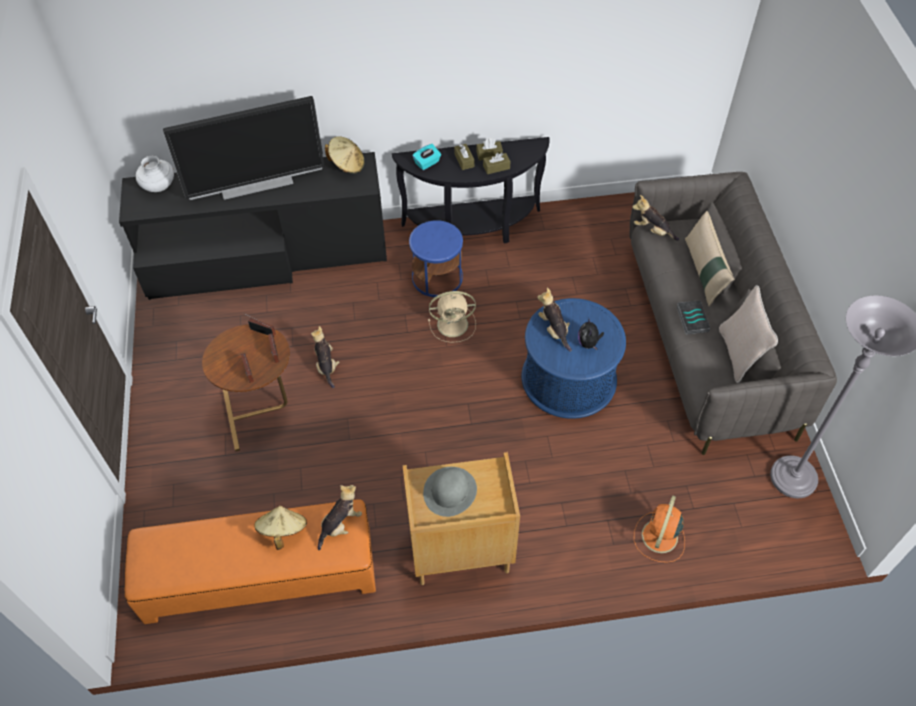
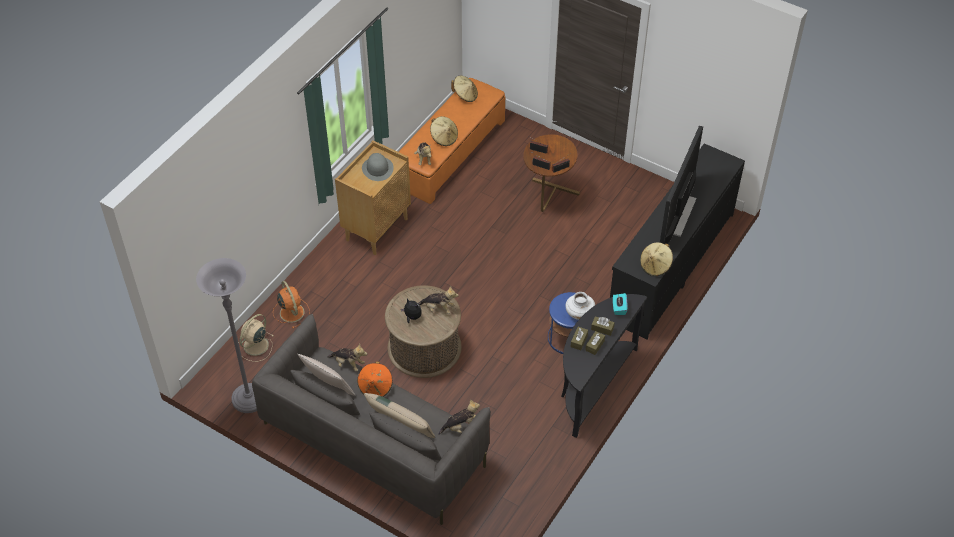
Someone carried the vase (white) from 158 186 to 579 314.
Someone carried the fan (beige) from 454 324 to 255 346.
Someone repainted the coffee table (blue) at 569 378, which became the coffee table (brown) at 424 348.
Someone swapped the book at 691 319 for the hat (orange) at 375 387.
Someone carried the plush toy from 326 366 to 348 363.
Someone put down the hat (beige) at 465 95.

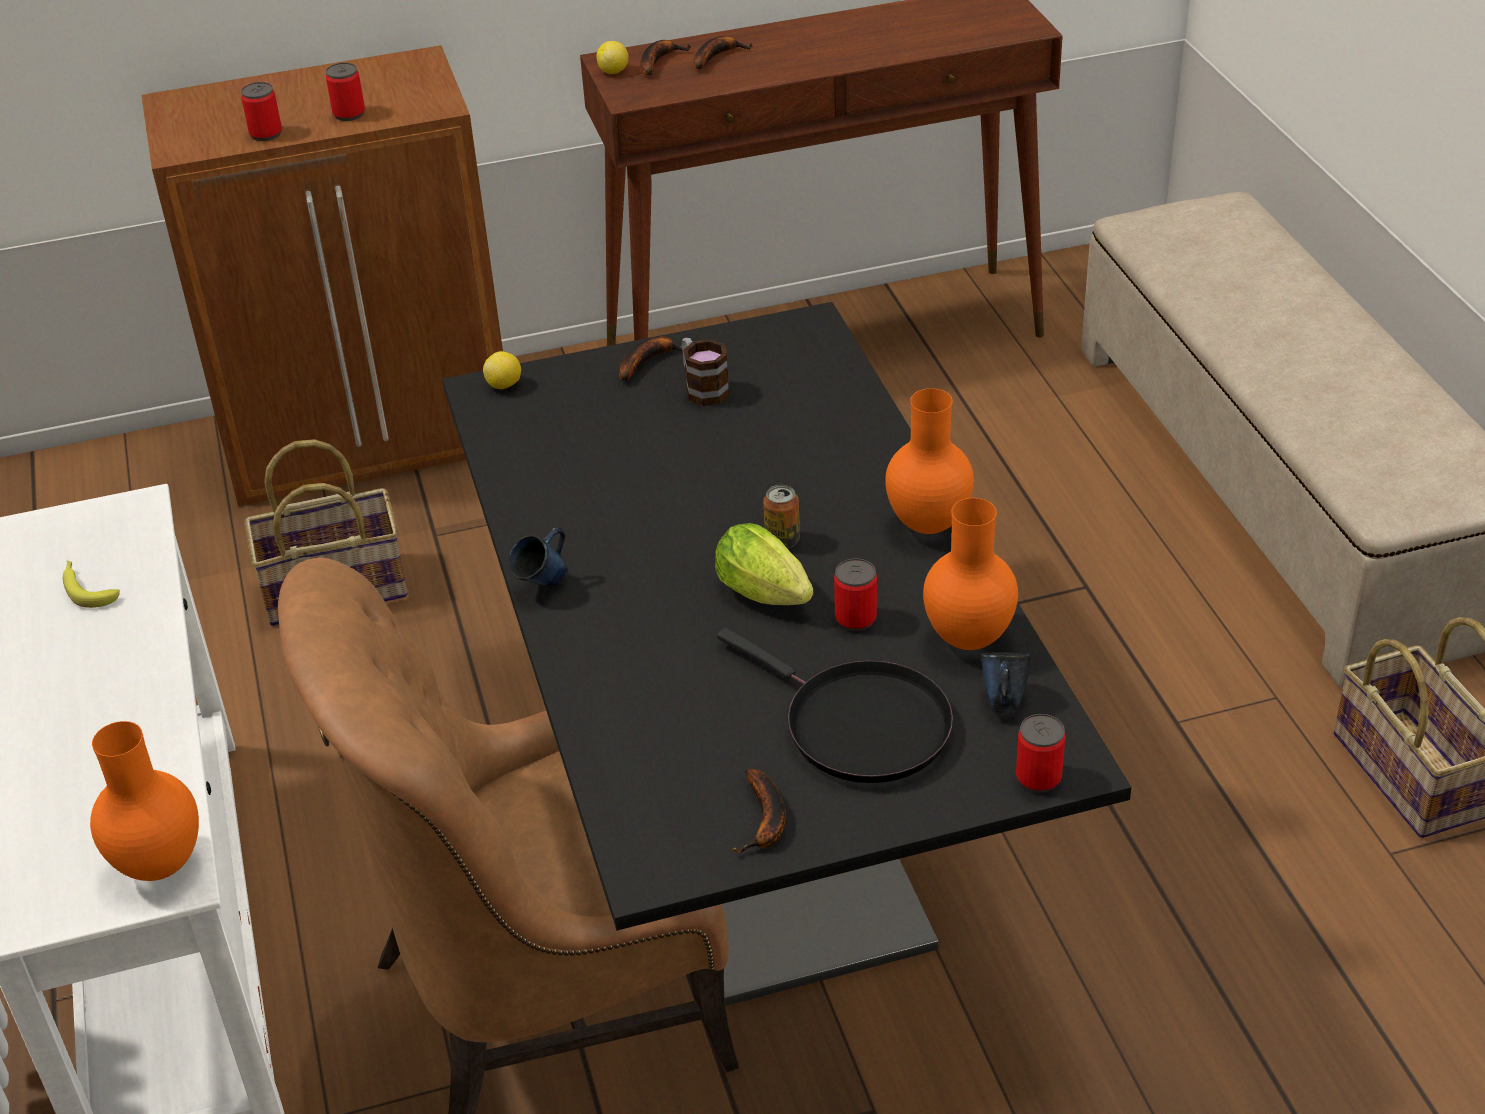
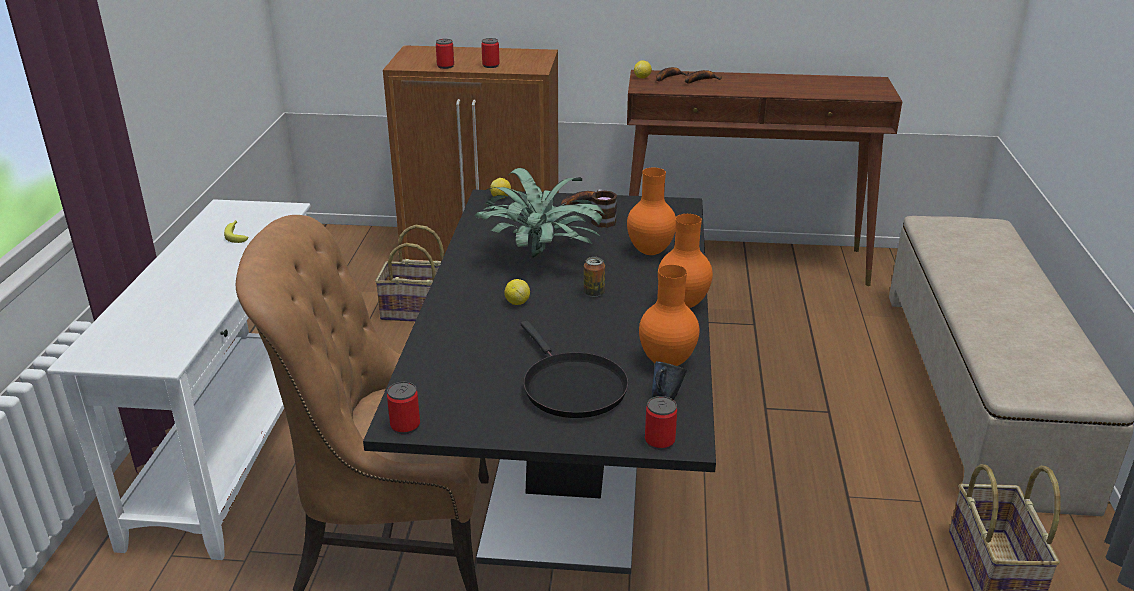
Someone took away the lettuce at 768 596.
Someone took away the mug (blue) at 543 586.
Someone carried the can from 855 618 to 405 426.
Someone carried the vase (orange) from 160 863 to 650 251.
Someone took away the banana at 765 821.
Someone put down the potted plant at 541 256.
Someone put down the lemon at 517 302.

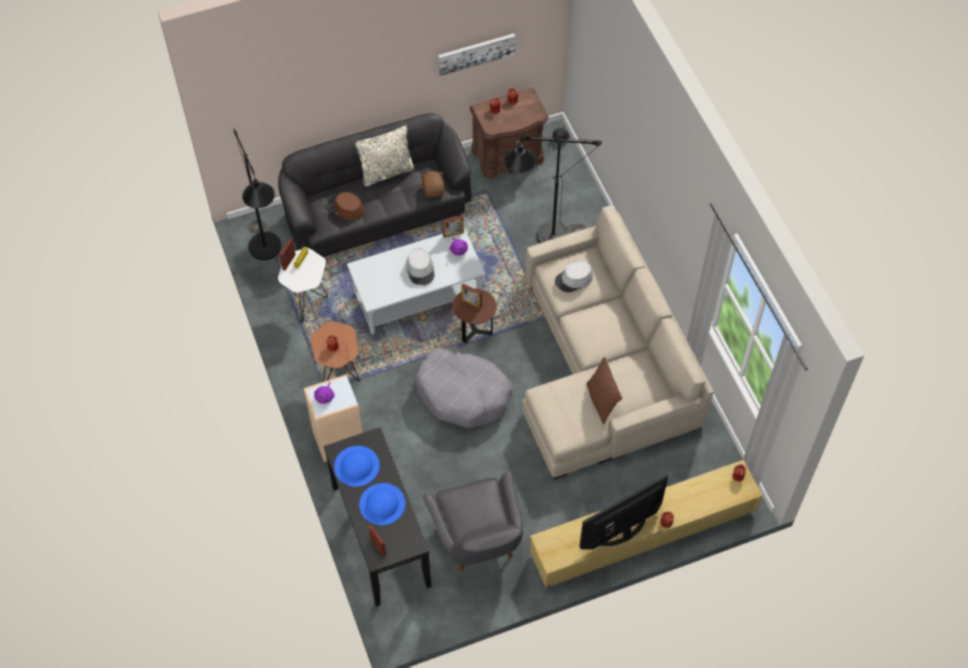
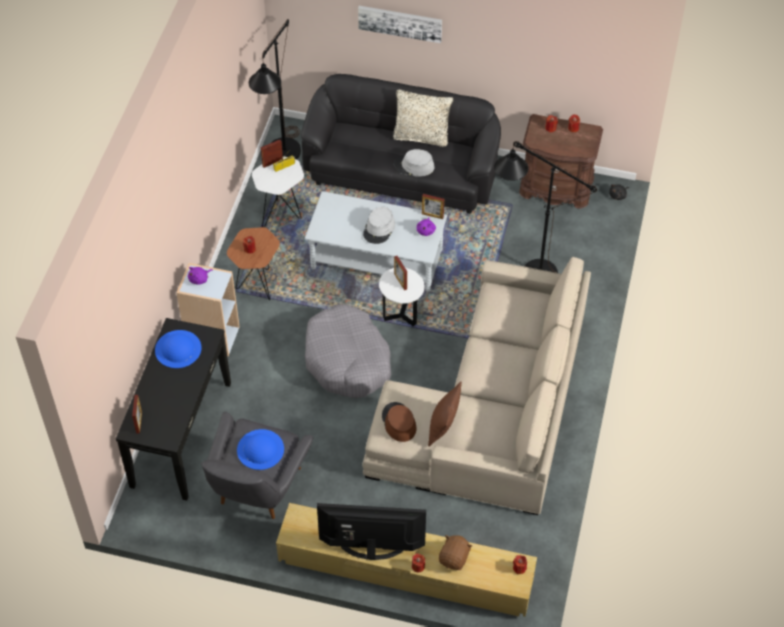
Someone carried the picture from 476 53 to 400 23.
Someone carried the plush toy (brown) from 433 190 to 454 558.
Someone carried the hat (brown) from 346 207 to 398 422.
Someone carried the hat (grey) from 574 279 to 414 166.
Someone repainted the side table (brown) at 475 331, which became the side table (white) at 401 315.
Someone carried the hat (blue) from 382 504 to 260 449.

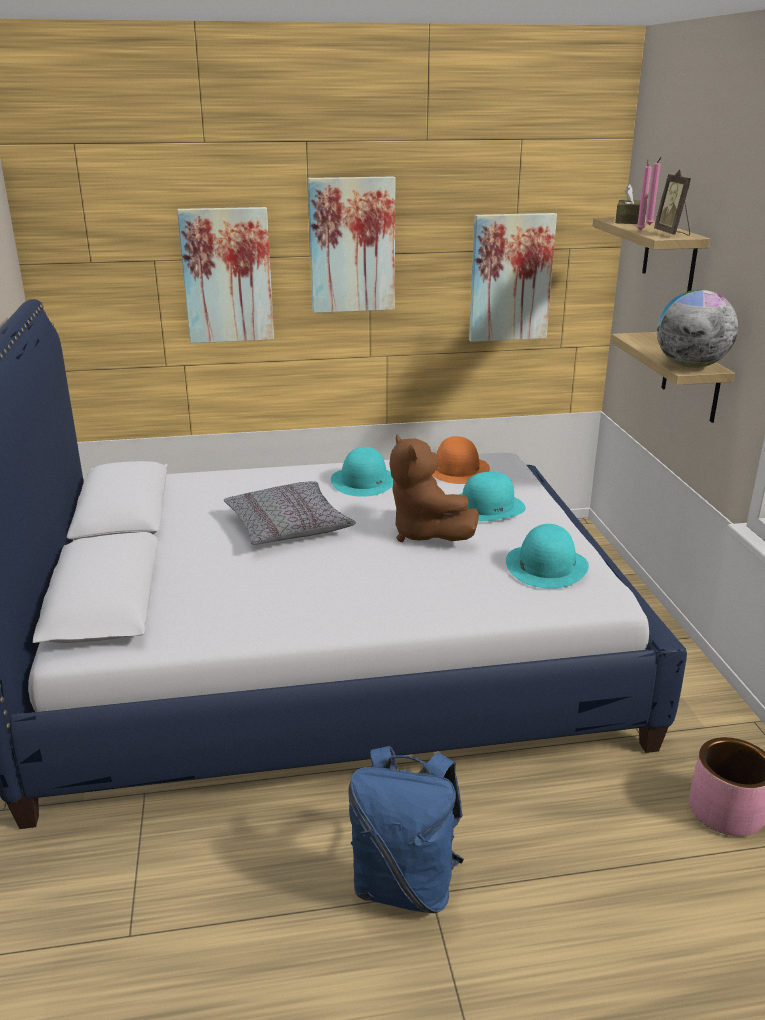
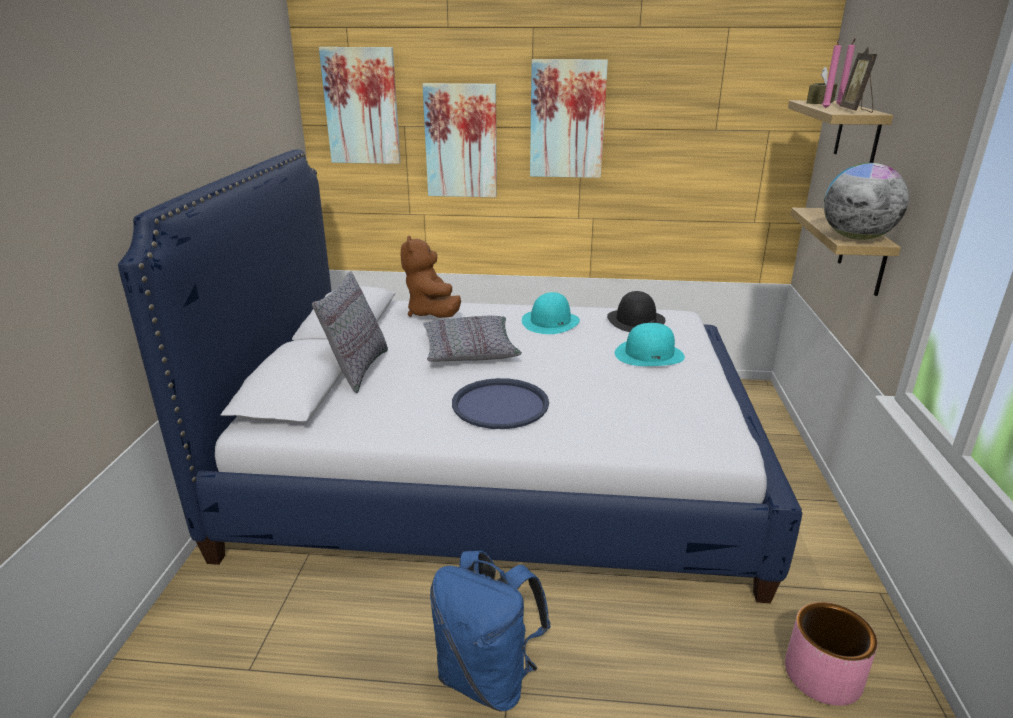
Someone carried the picture from 510 278 to 362 106.
Someone carried the plush toy (brown) from 425 534 to 432 313.
Someone repainted the hat (orange) at 457 469, which became the hat (black) at 636 320.
Someone took away the hat (turquoise) at 546 565.
Someone put down the pillow (grey) at 359 370.
Someone put down the tray (blue) at 500 404.

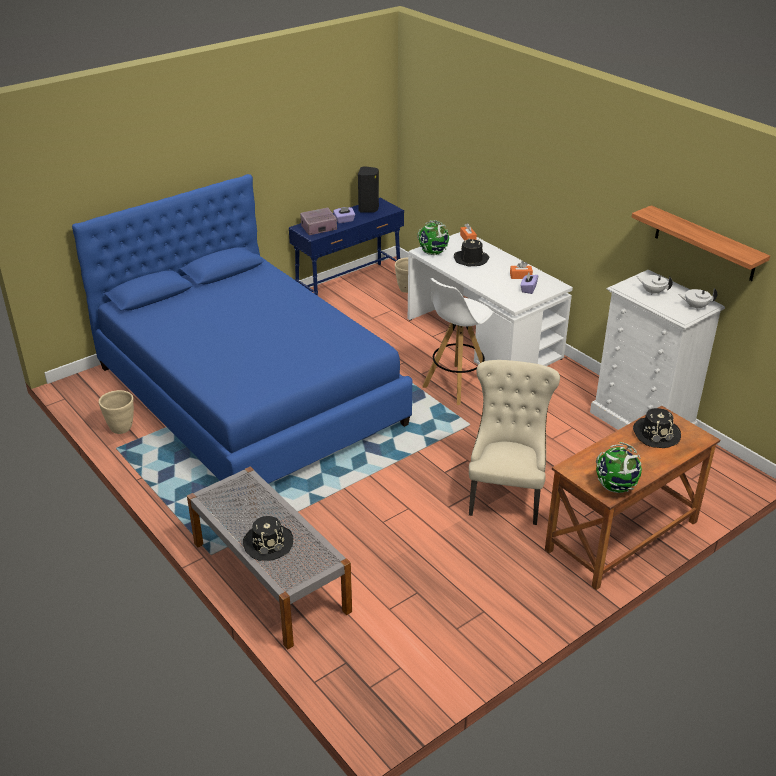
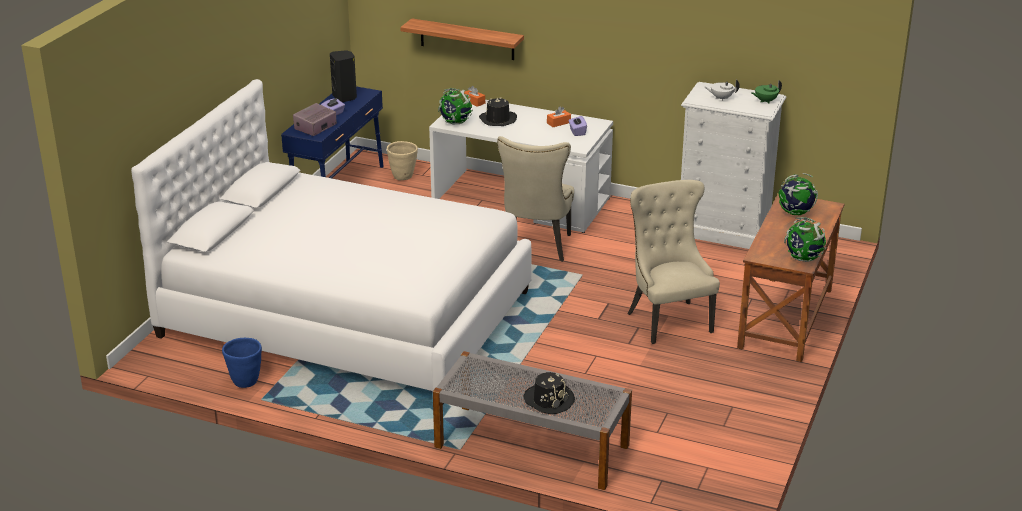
Someone repainted the bed (blue) at 249 395, which became the bed (white) at 346 313.
Someone carried the shelf from 705 243 to 467 39.
Someone swapped the stool (white) at 456 384 for the chair (beige) at 536 246.
Someone repainted the teapot (white) at 695 306, which became the teapot (green) at 765 101.
Someone repainted the planter (beige) at 121 428, which became the planter (blue) at 245 381.
Someone swapped the hat (black) at 656 434 for the globe at 795 213.

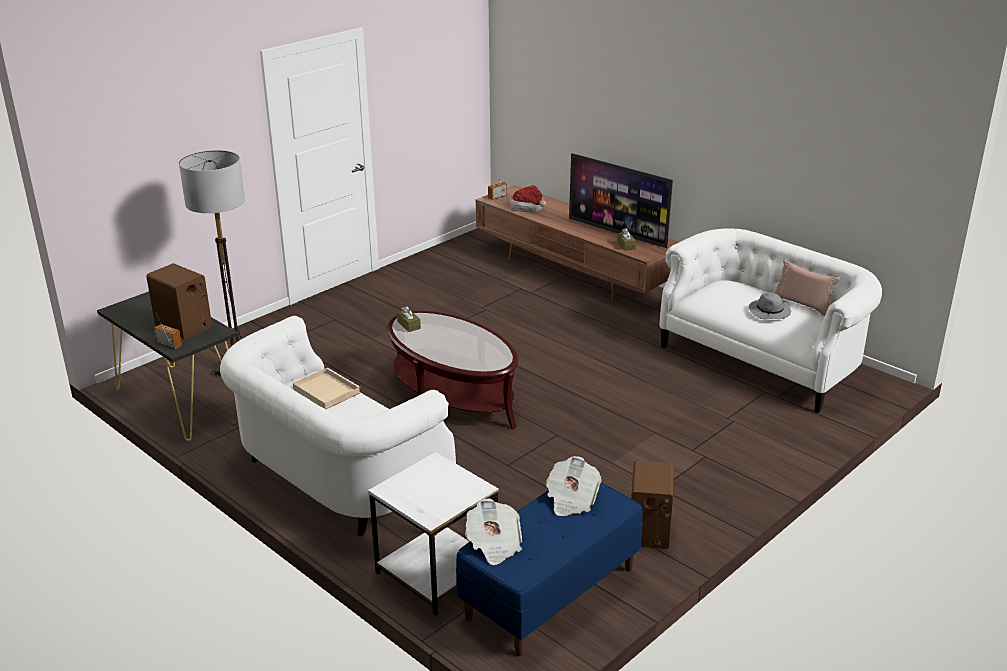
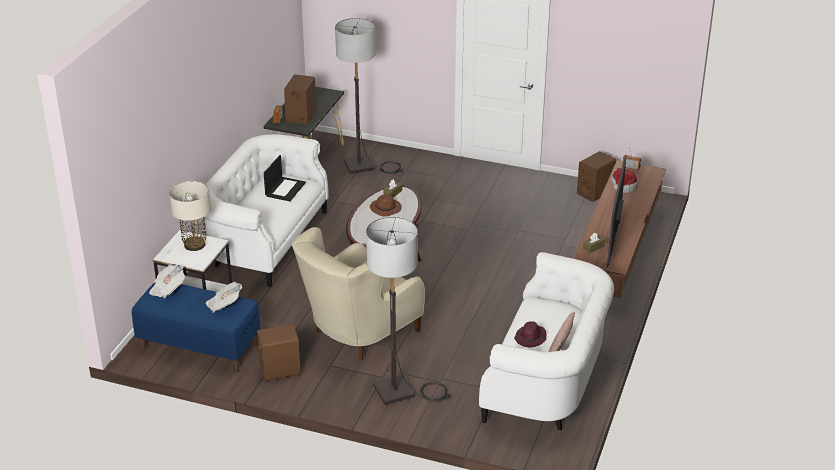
Someone repainted the hat (grey) at 770 312, which became the hat (purple) at 530 338.
Someone swapped the tray (beige) at 325 391 for the laptop at 285 189.
Someone put down the speaker (brown) at 595 192.
Someone put down the table lamp at 194 245.
Someone put down the hat (brown) at 386 209.
Someone put down the floor lamp at 405 392.
Someone put down the armchair (beige) at 358 333.

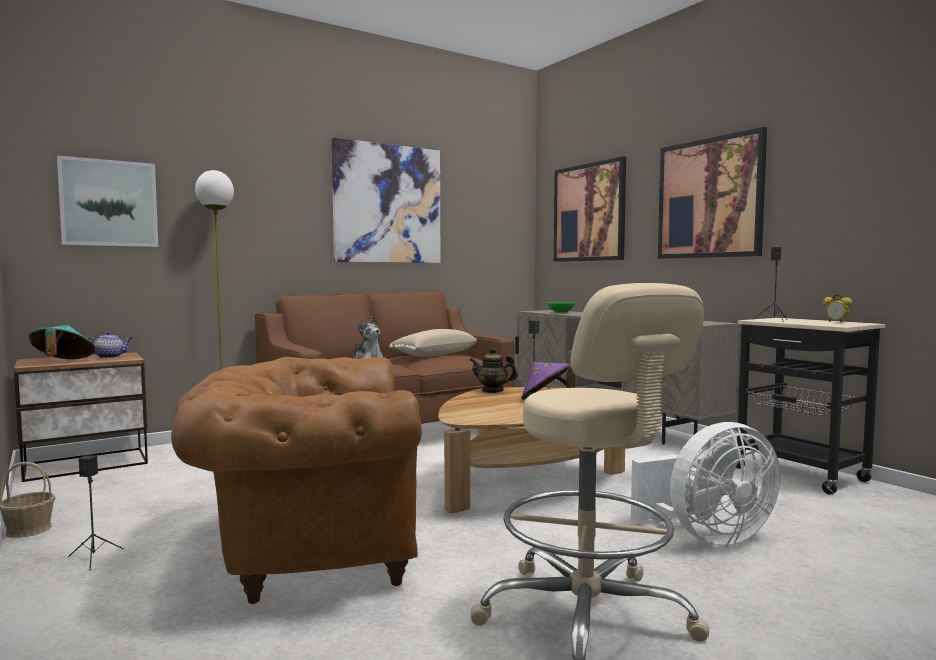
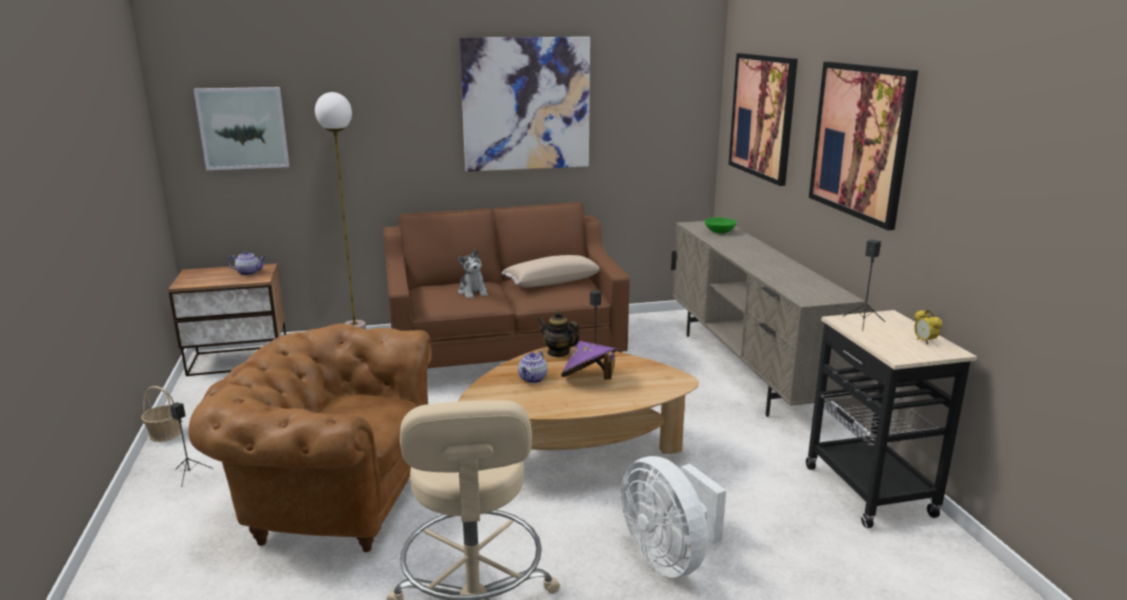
Someone took away the hat (turquoise) at 62 362.
Someone rotated the fan (white) at 708 537 by 60 degrees clockwise.
Someone put down the teapot at 532 379.

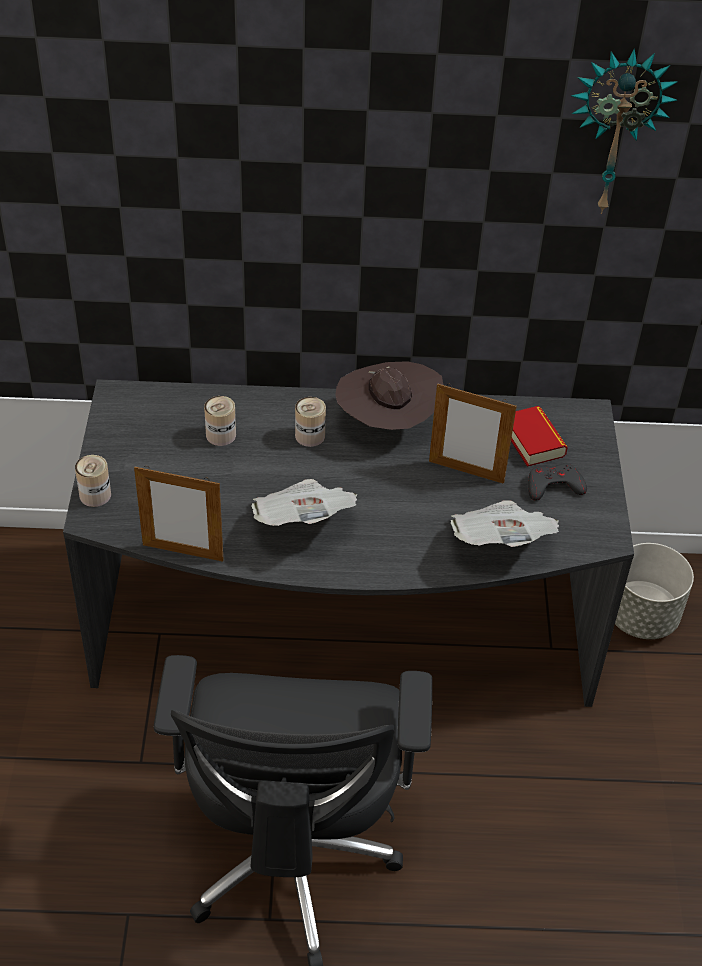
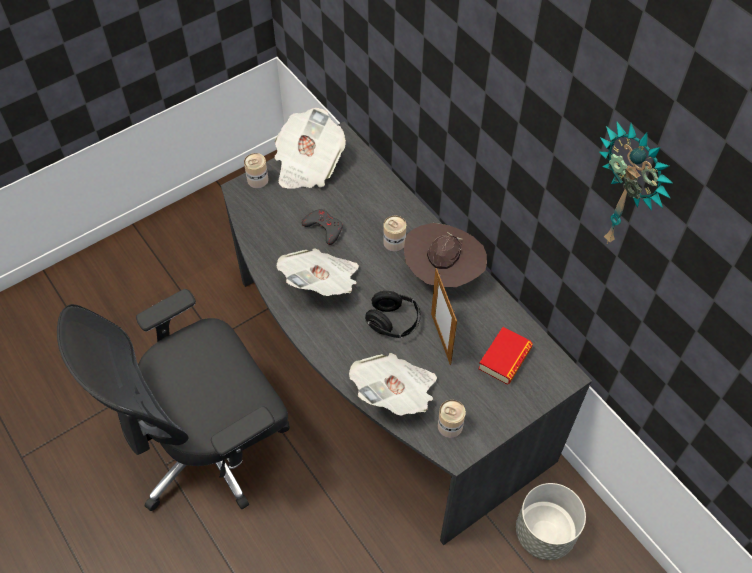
Someone carried the can from 221 435 to 450 426.
Someone carried the game controller (grey) from 553 486 to 324 228.
Someone took away the picture frame at 183 552.
Someone put down the newspaper at 307 164.
Someone put down the headphones (black) at 393 322.

